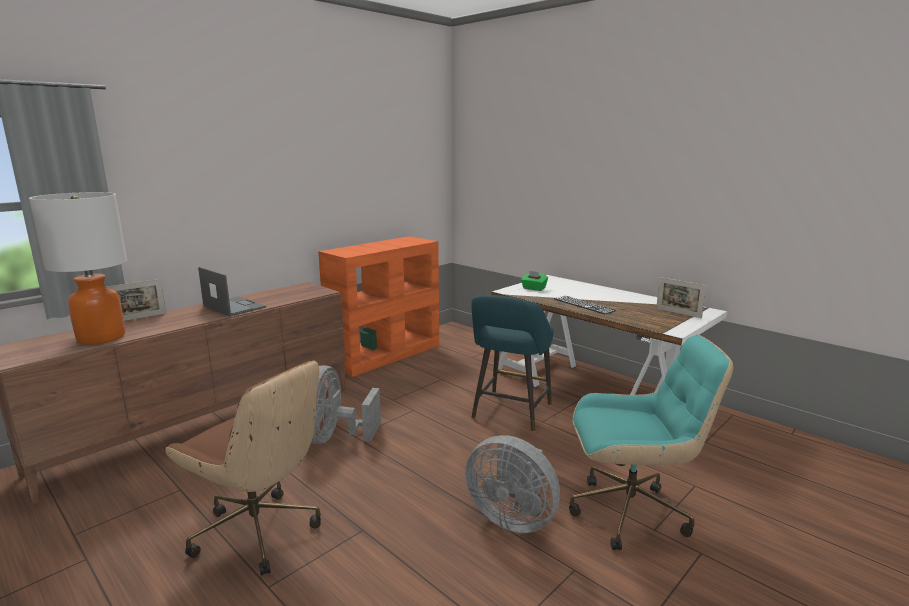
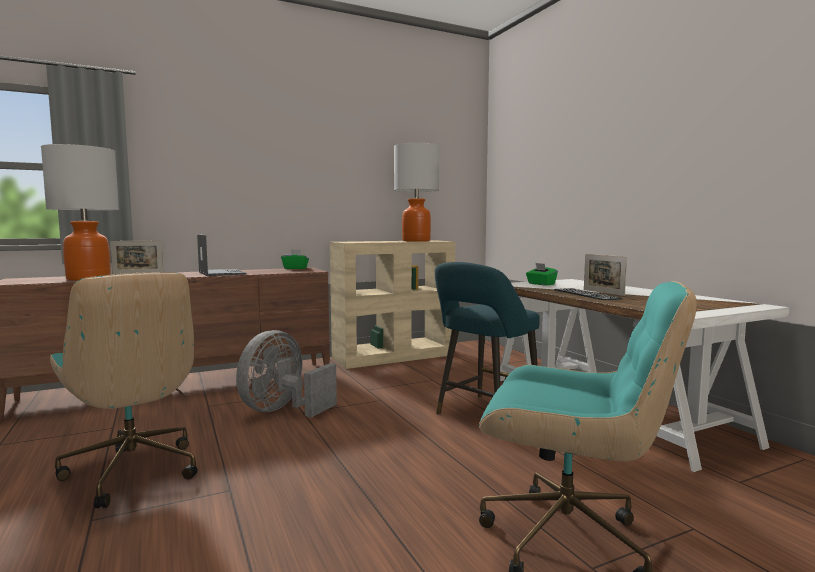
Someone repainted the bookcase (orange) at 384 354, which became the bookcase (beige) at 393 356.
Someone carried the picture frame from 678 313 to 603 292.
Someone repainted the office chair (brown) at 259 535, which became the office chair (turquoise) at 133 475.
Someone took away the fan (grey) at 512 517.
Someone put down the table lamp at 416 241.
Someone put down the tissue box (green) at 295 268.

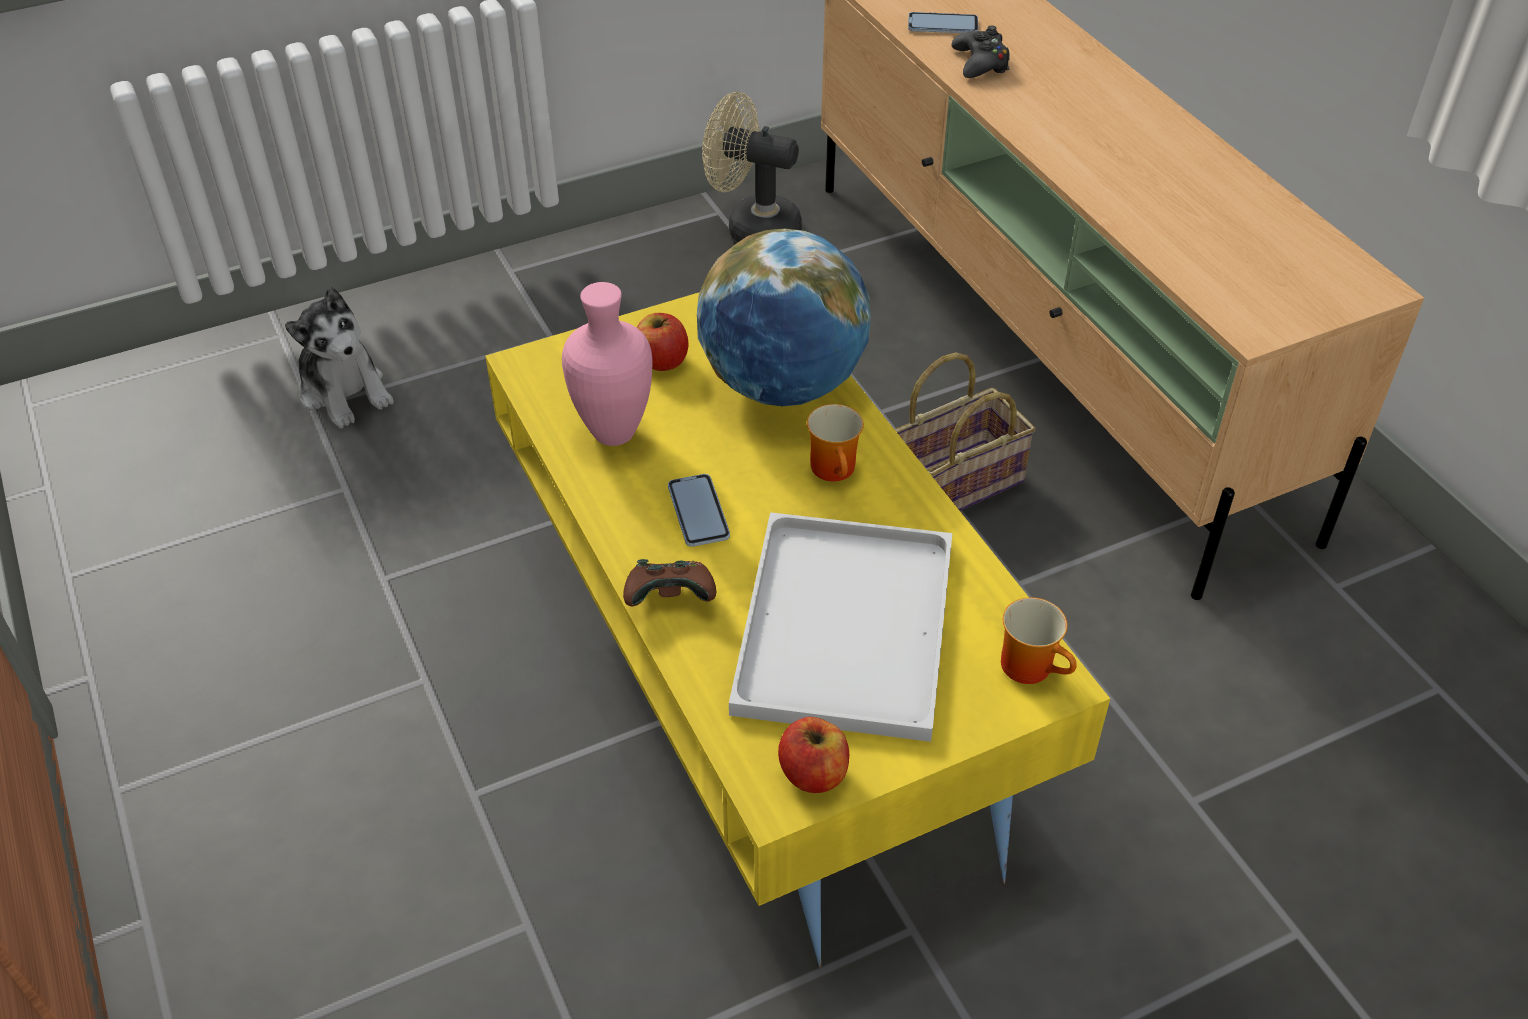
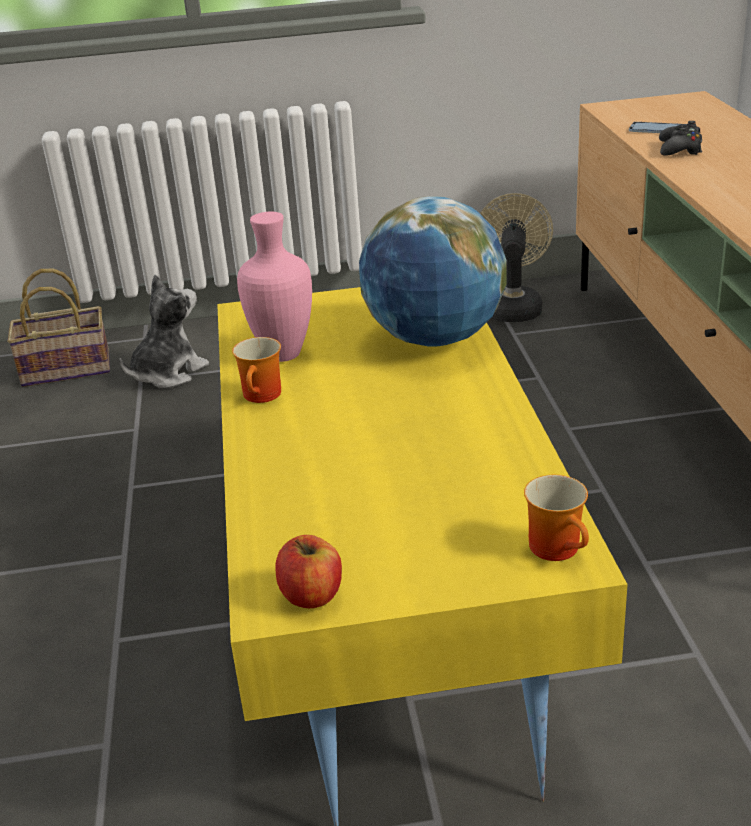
Someone rotated the fan (beige) at 752 227 by 60 degrees clockwise.
Someone rotated the plush toy at 345 392 by 120 degrees counterclockwise.
Someone took away the apple at 662 361.
Someone carried the basket from 956 481 to 68 368.
Someone carried the mug from 837 470 to 264 396.
Someone took away the phone at 698 512.
Someone took away the tray (white) at 847 631.
Someone took away the game controller (brown) at 670 598.

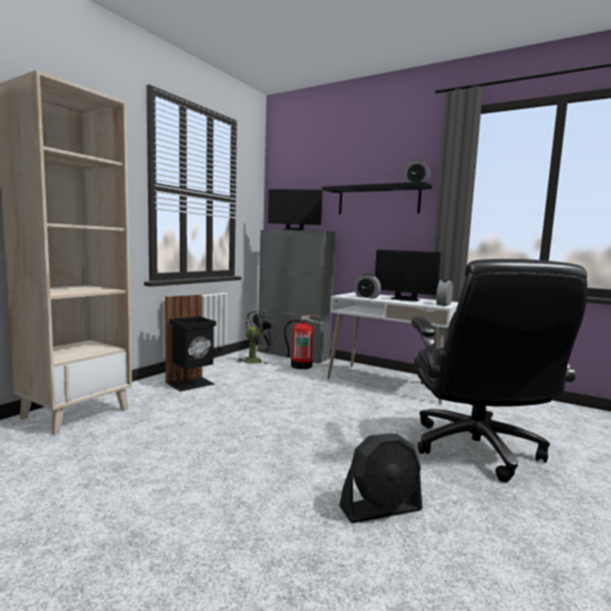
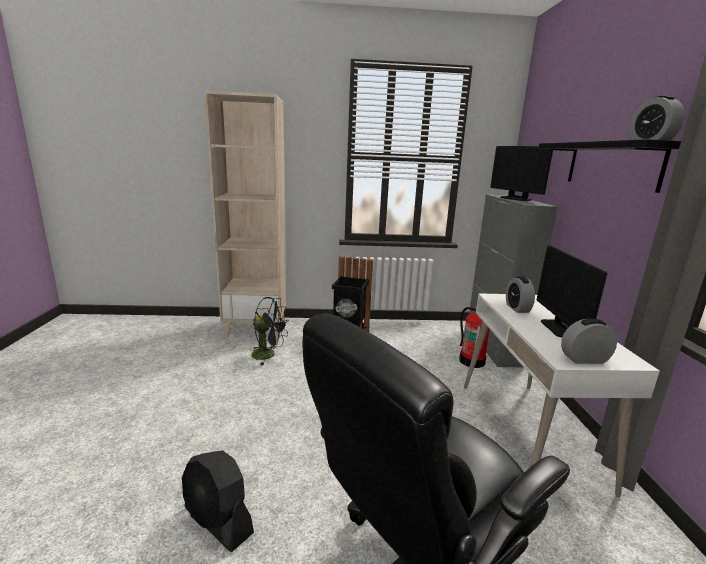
Someone carried the fan (black) from 255 360 to 268 355.

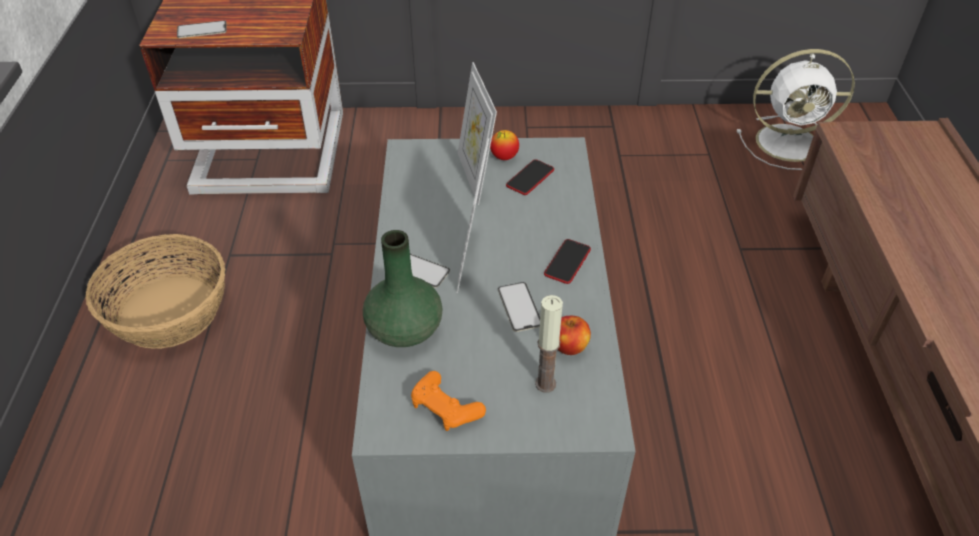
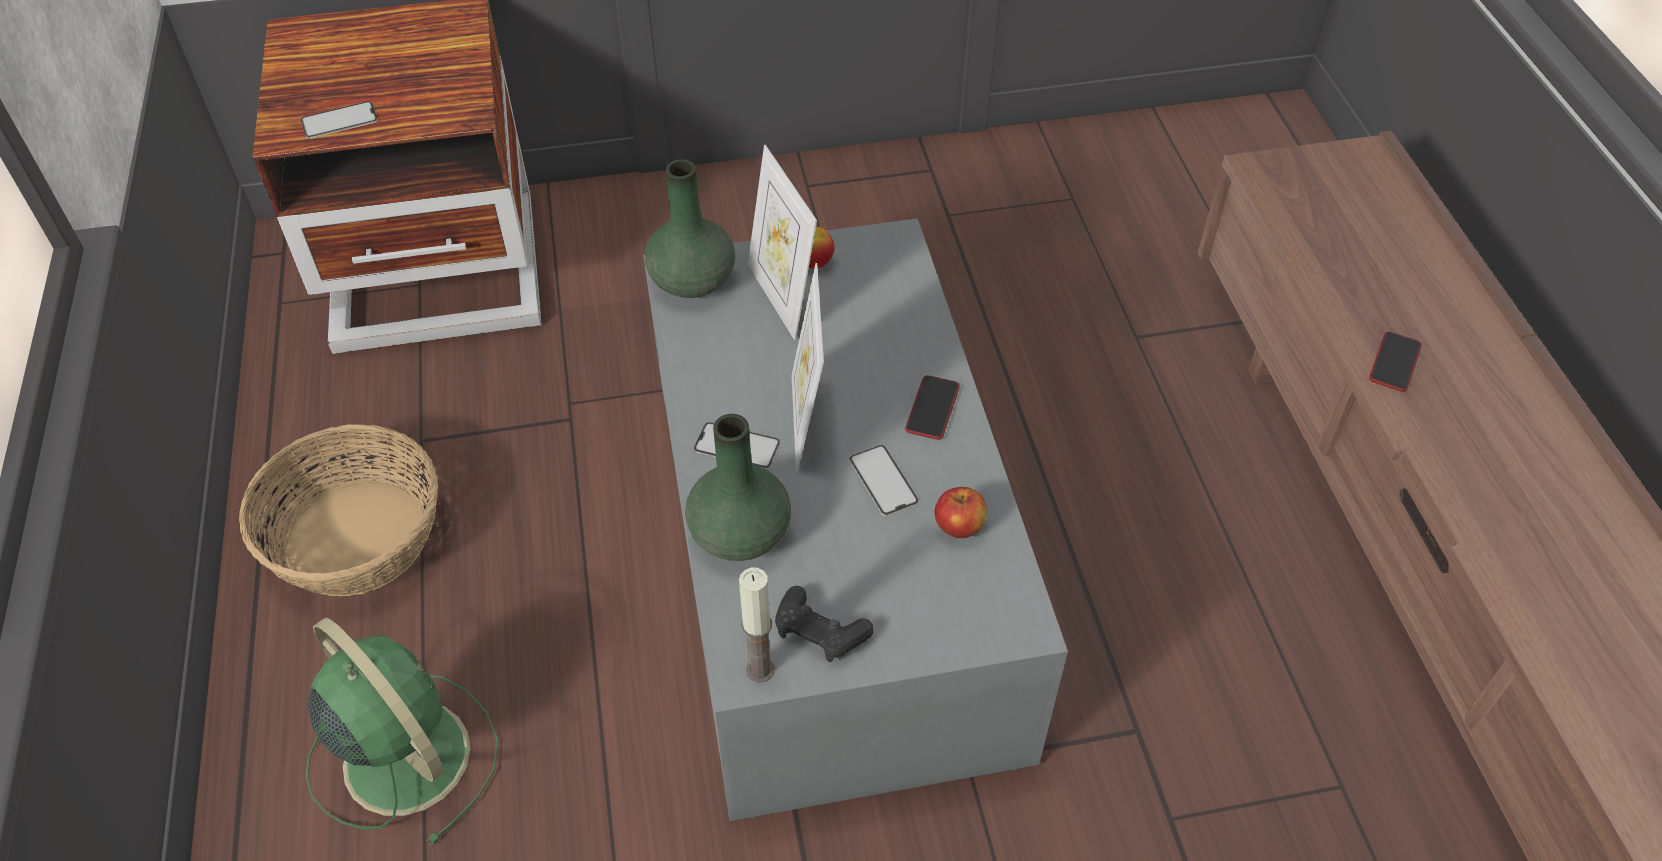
Someone took away the fan (white) at 790 143.
Someone carried the phone from 530 178 to 1394 362.
Someone carried the candle from 545 384 to 760 670.
Someone repainted the game controller (orange) at 445 408, which became the game controller (black) at 820 632.
Someone put down the vase (green) at 693 280.
Someone put down the fan (green) at 403 753.

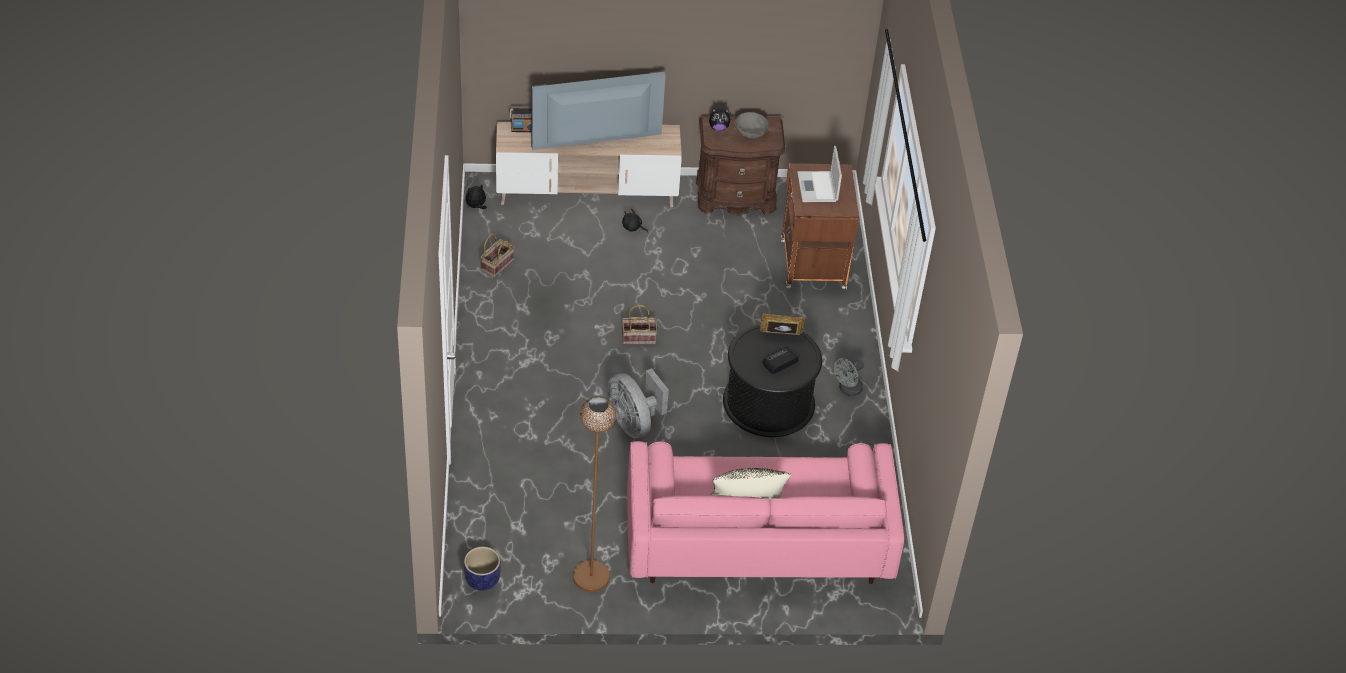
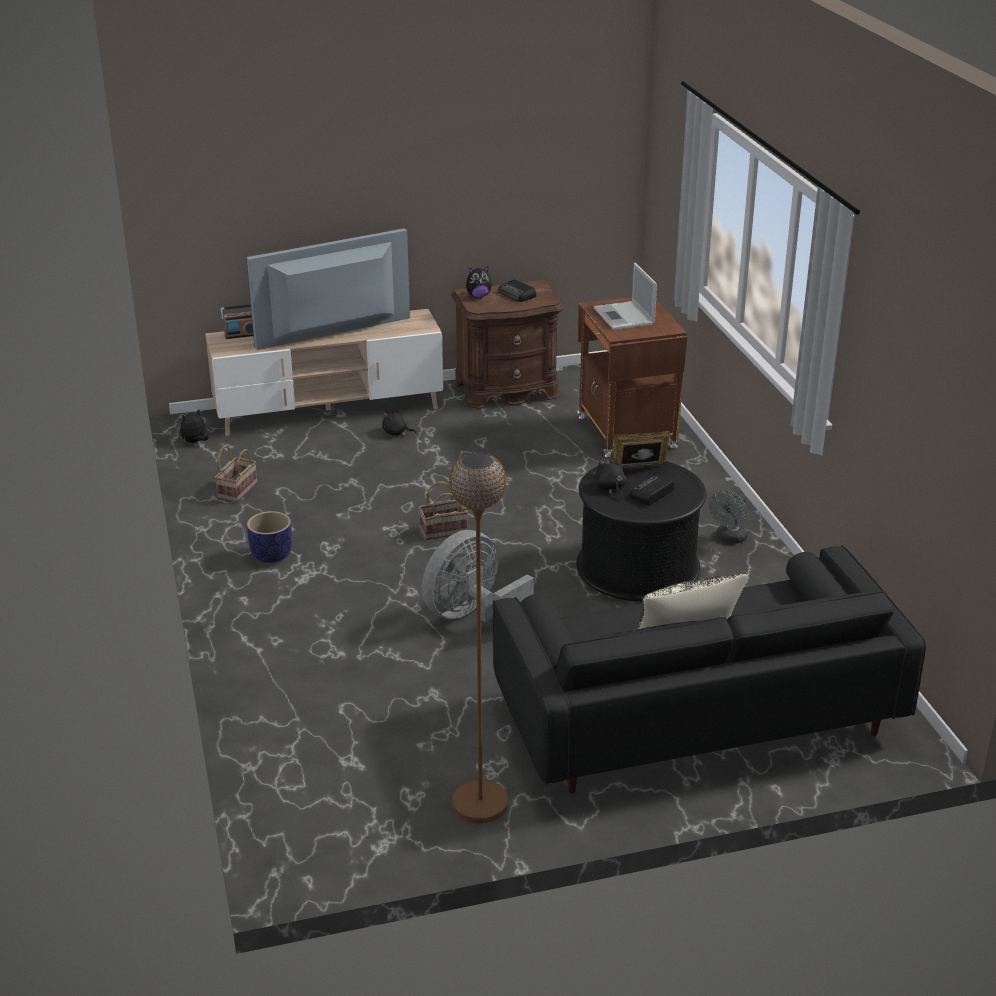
Someone swapped the bowl (grey) at 750 132 for the radio at 517 294.
Someone rotated the fan (grey) at 634 423 by 90 degrees clockwise.
Someone repainted the sofa (pink) at 758 539, which became the sofa (black) at 696 714.
Someone carried the planter from 482 580 to 271 555.
Someone put down the plush toy (black) at 611 488.

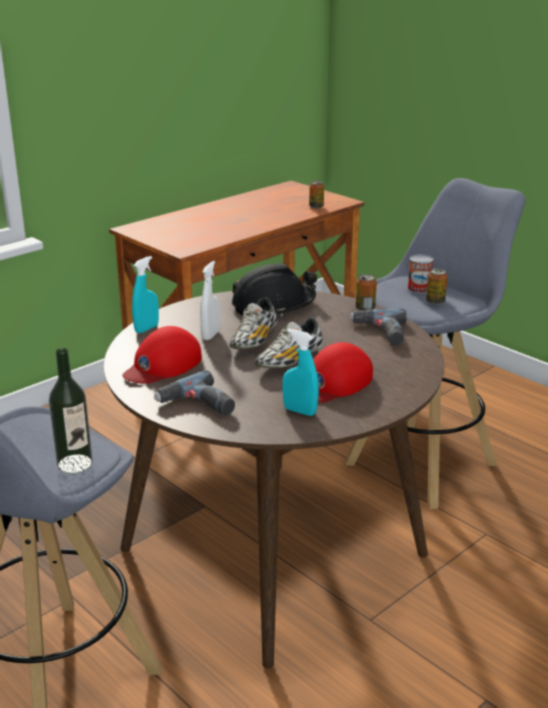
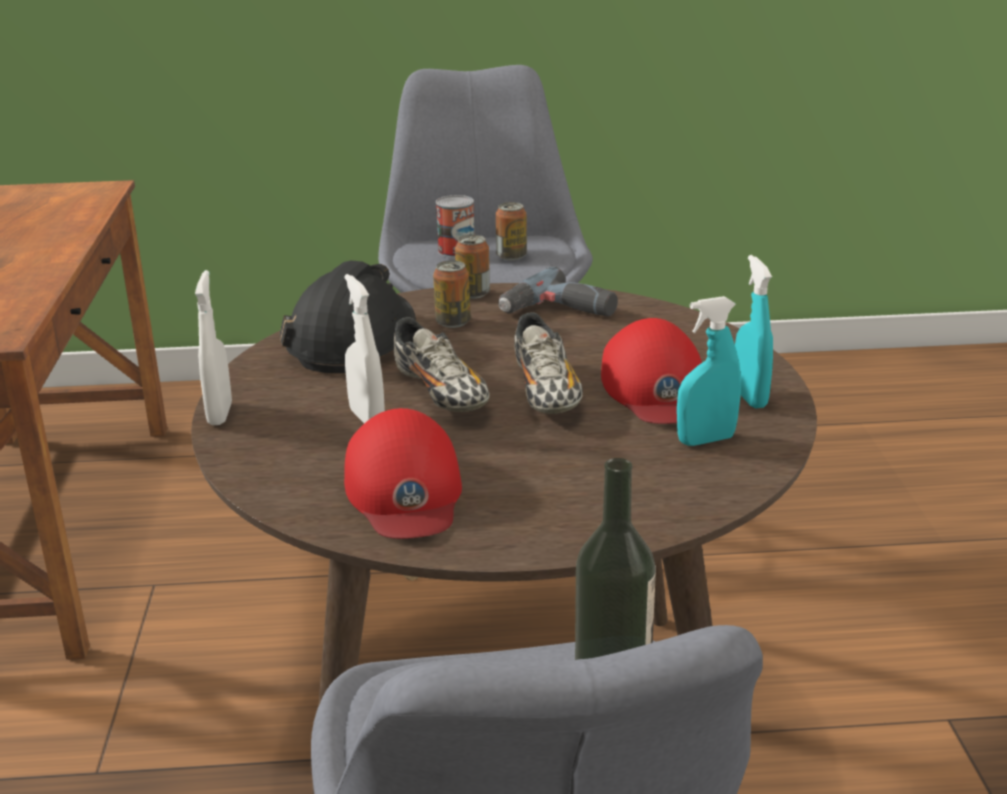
Someone carried the can from 316 207 to 453 322.
Someone carried the spray bottle (turquoise) from 146 328 to 750 398.
Someone took away the power drill at 197 405.
Someone put down the spray bottle (white) at 220 414.

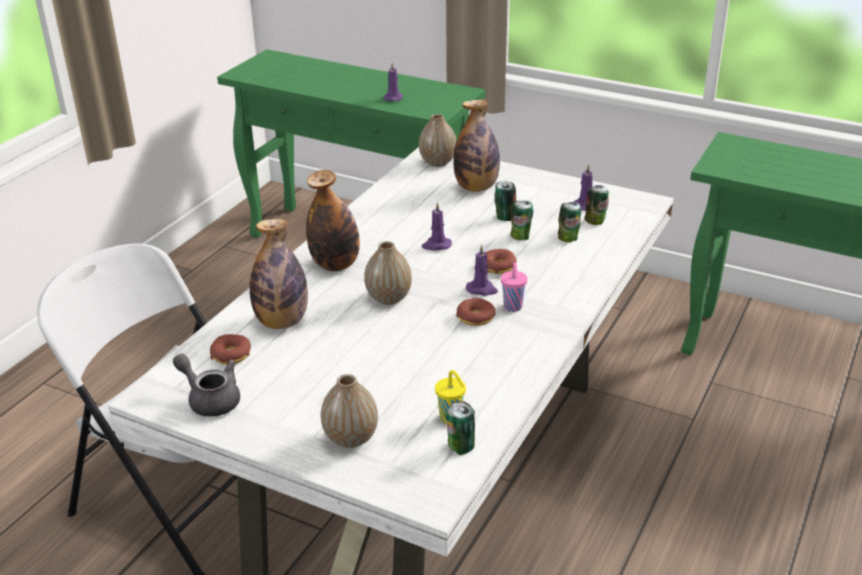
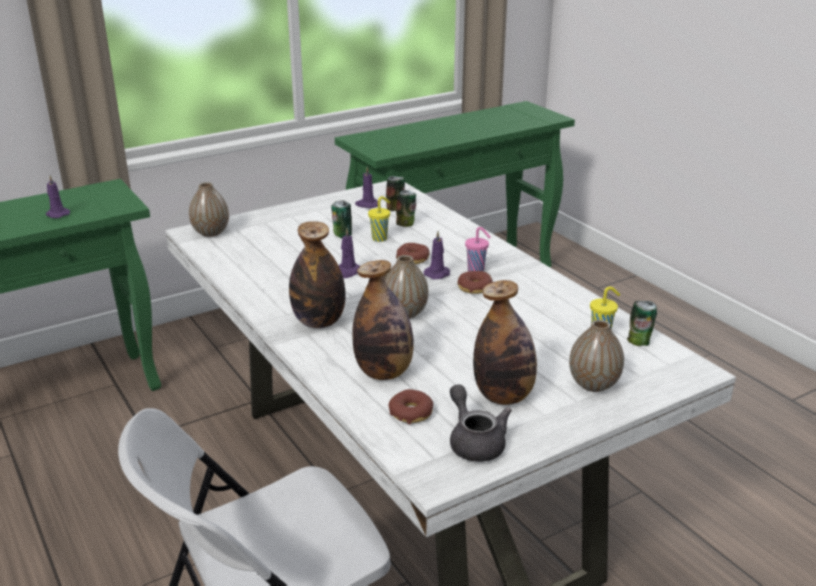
Someone carried the bottle from 476 187 to 503 396.
Someone swapped the can at 521 237 for the cup (yellow) at 380 238.
Someone rotated the teapot (grey) at 210 399 by 90 degrees clockwise.

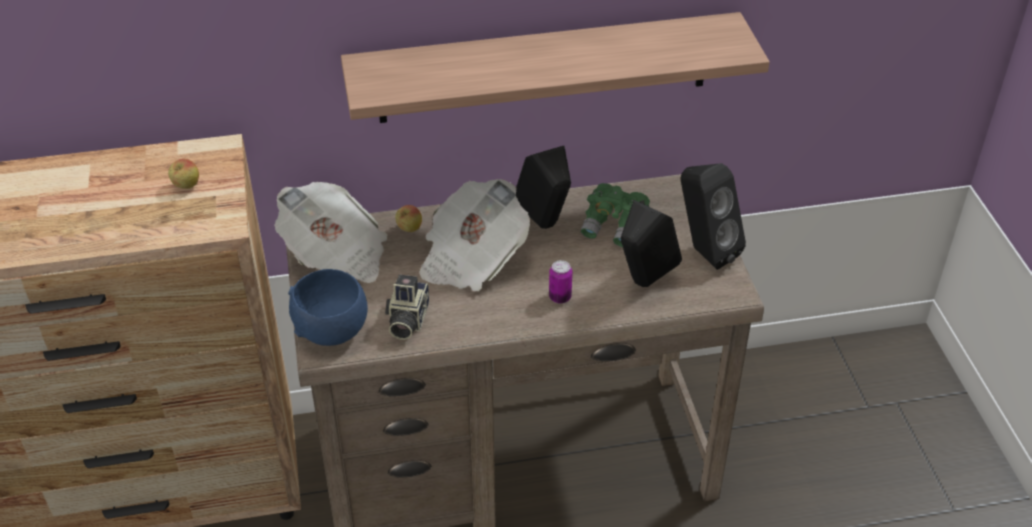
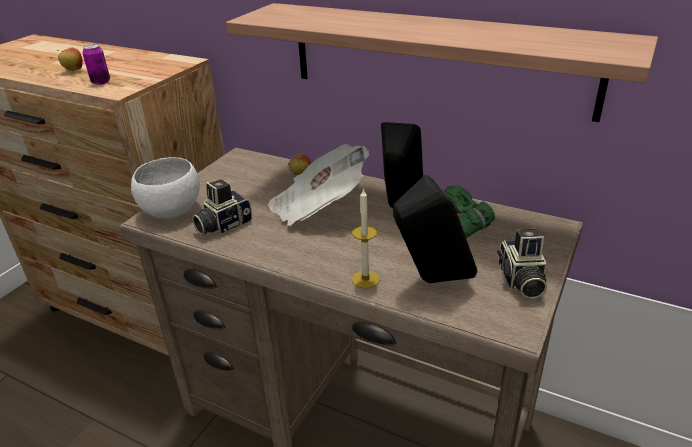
Someone carried the apple from 186 186 to 74 70.
Someone swapped the speaker (black) at 704 251 for the photo camera at 520 281.
Someone took away the newspaper at 336 255.
Someone carried the can from 560 297 to 101 82.
Someone repainted the bowl (blue) at 332 331, which became the bowl (white) at 172 211.
Someone put down the candle at 365 279.

